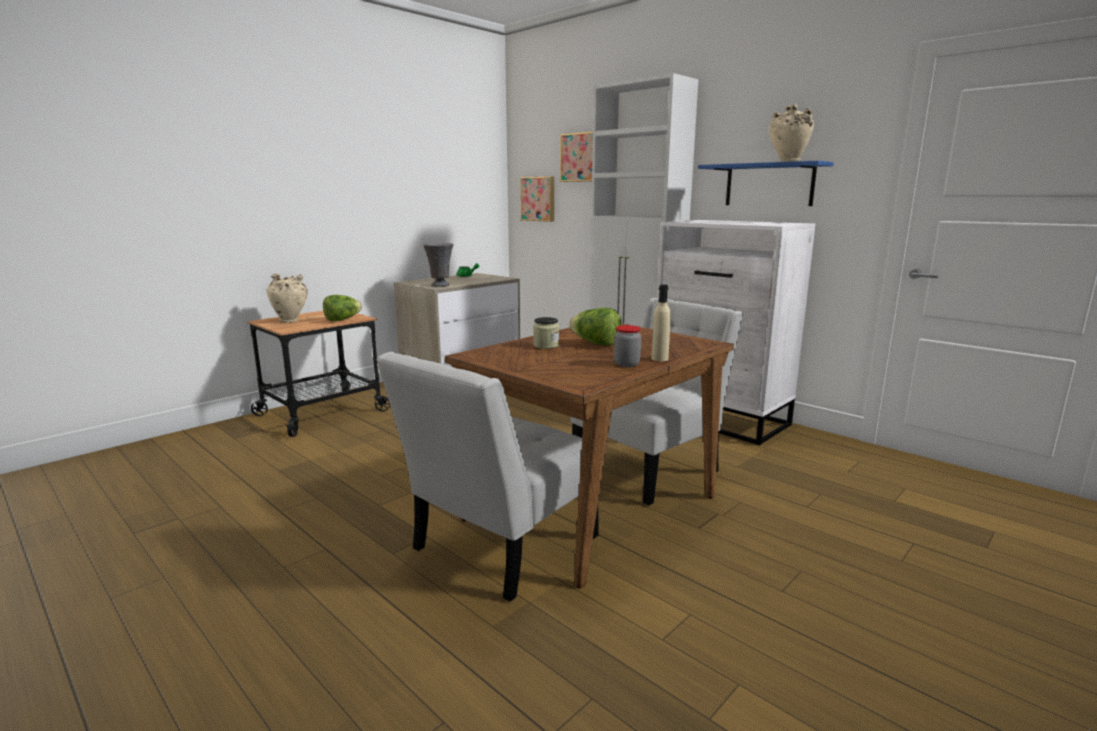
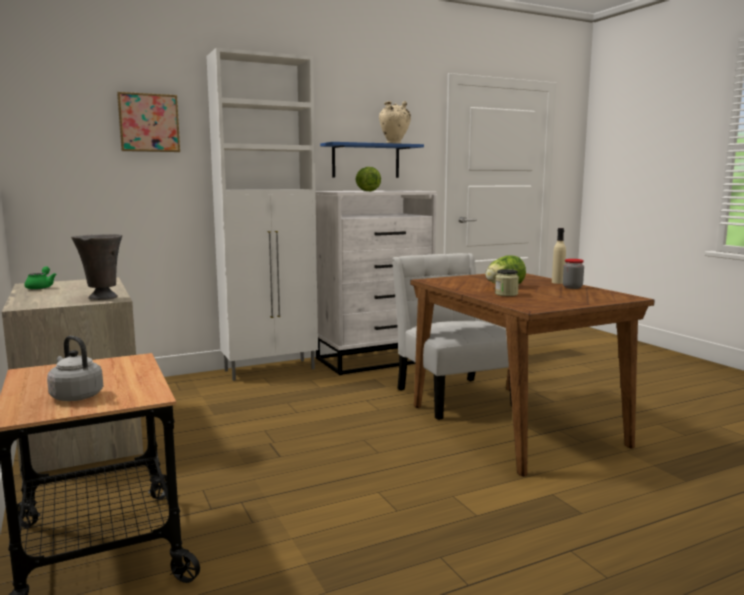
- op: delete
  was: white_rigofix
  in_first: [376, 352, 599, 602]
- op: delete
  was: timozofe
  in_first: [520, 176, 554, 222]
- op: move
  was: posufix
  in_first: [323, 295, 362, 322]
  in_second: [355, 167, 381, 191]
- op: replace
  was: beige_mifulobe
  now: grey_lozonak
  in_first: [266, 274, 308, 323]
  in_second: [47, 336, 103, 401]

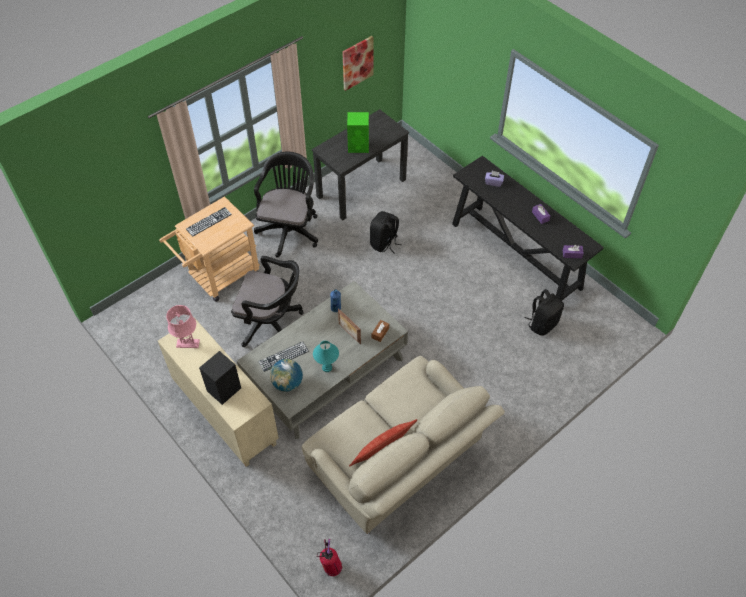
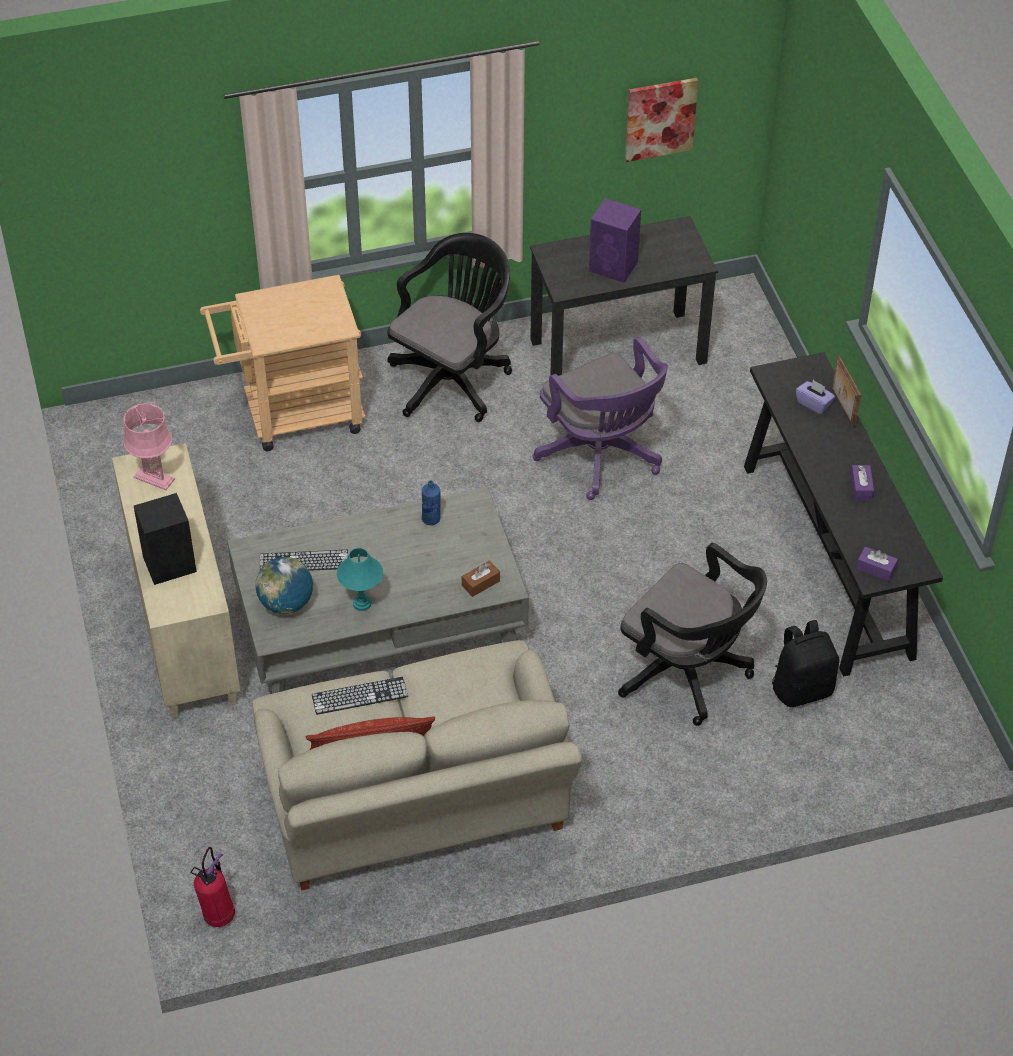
- op: move
  was: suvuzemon
  in_first: [186, 207, 232, 237]
  in_second: [312, 677, 408, 715]
- op: move
  was: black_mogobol
  in_first: [231, 256, 304, 347]
  in_second: [618, 543, 767, 726]
- op: move
  was: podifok
  in_first: [338, 308, 361, 344]
  in_second: [832, 354, 861, 428]
- op: replace
  was: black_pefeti
  now: purple_mogobol
  in_first: [370, 211, 402, 254]
  in_second: [532, 337, 668, 500]
- op: recolor
  was: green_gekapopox
  now: purple_gekapopox
  in_first: [347, 112, 369, 153]
  in_second: [589, 198, 641, 283]

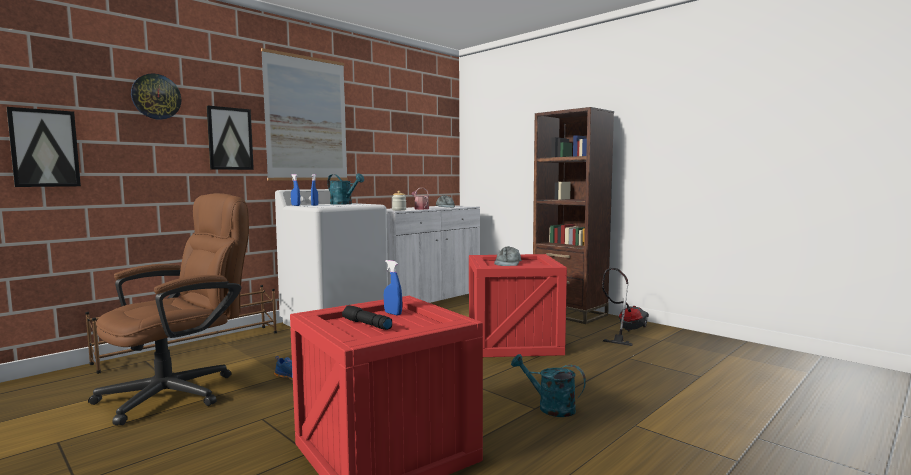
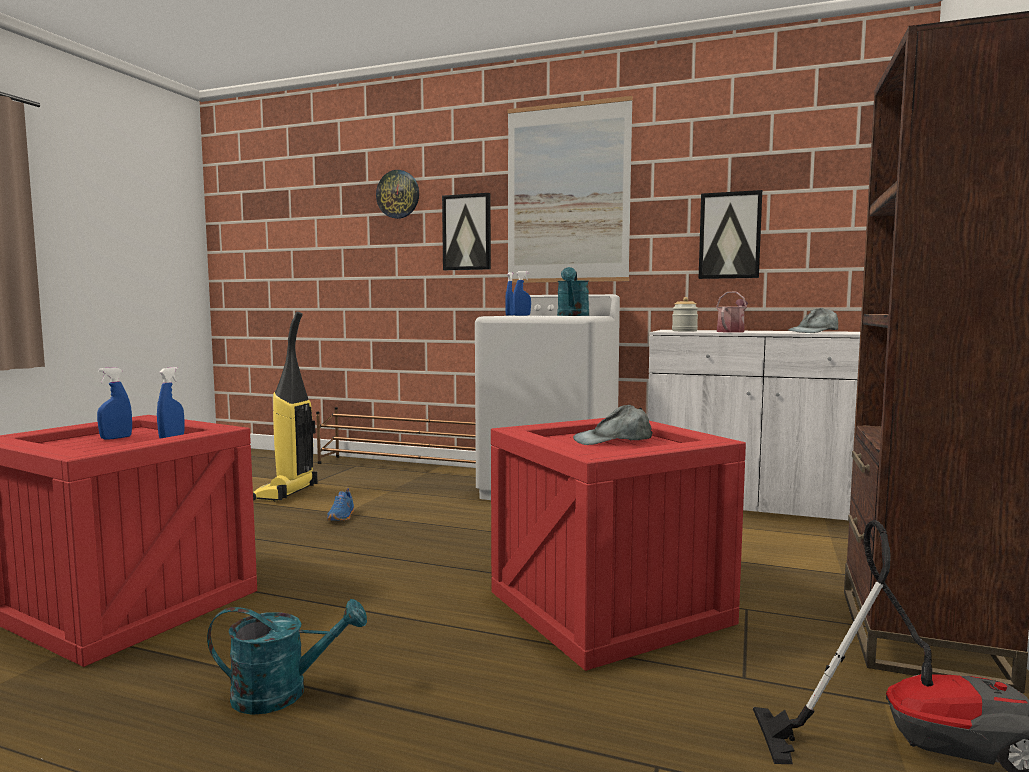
- op: move
  was: timozofe
  in_first: [6, 107, 81, 187]
  in_second: [698, 190, 762, 279]
- op: replace
  was: brown_mogobol
  now: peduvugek
  in_first: [88, 193, 249, 425]
  in_second: [253, 312, 318, 502]
- op: replace
  was: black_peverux
  now: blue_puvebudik
  in_first: [342, 305, 392, 330]
  in_second: [97, 367, 132, 440]
- op: rotate
  was: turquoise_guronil
  in_first: [511, 354, 586, 417]
  in_second: [207, 599, 367, 715]
  clockwise: 75

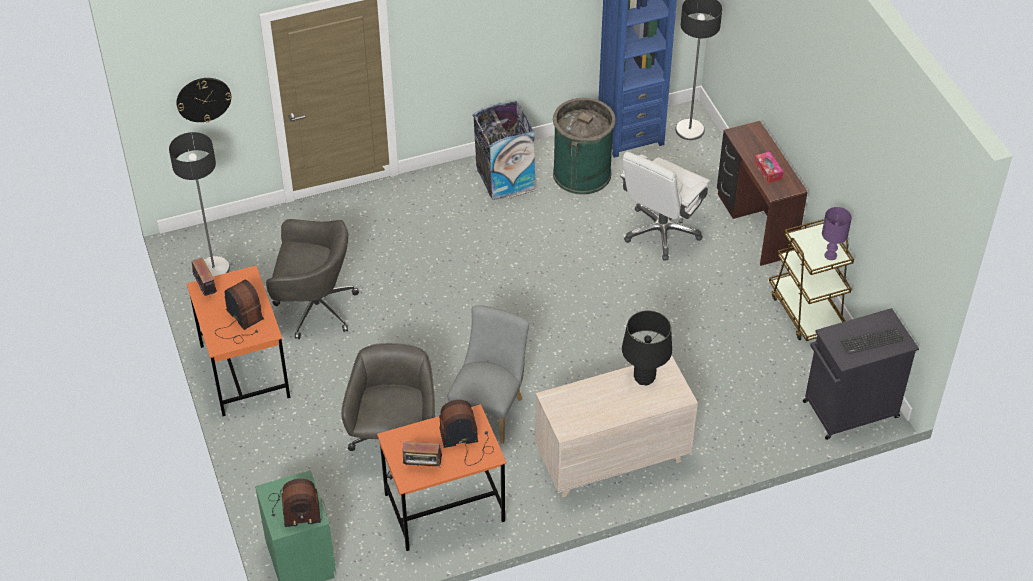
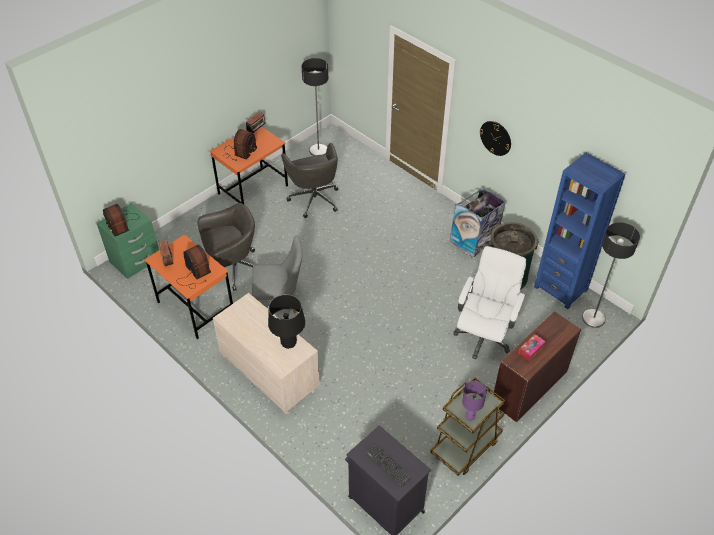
- op: move
  was: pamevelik
  in_first: [176, 78, 231, 122]
  in_second: [479, 121, 511, 156]
- op: rotate
  was: white_mogobol
  in_first: [620, 152, 711, 260]
  in_second: [453, 246, 526, 359]
  clockwise: 105

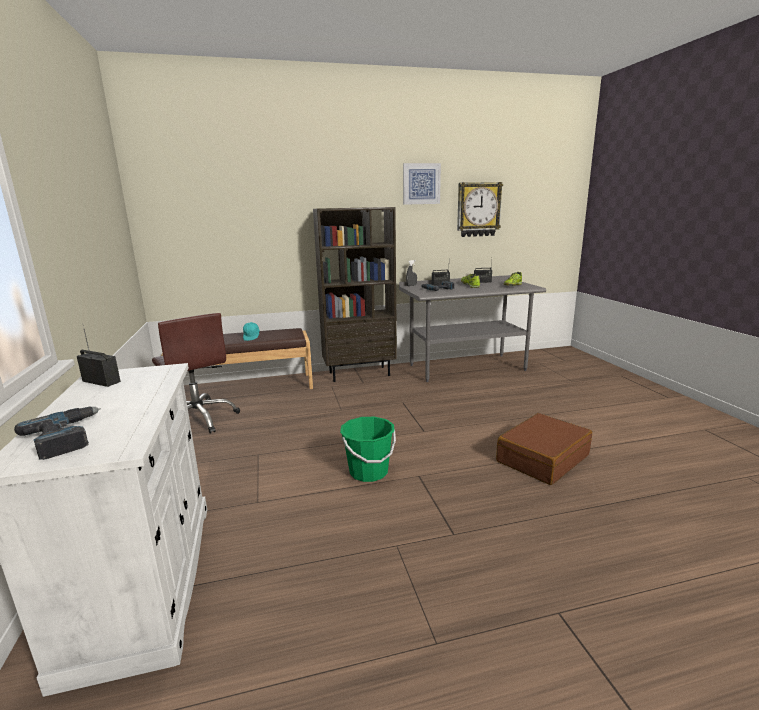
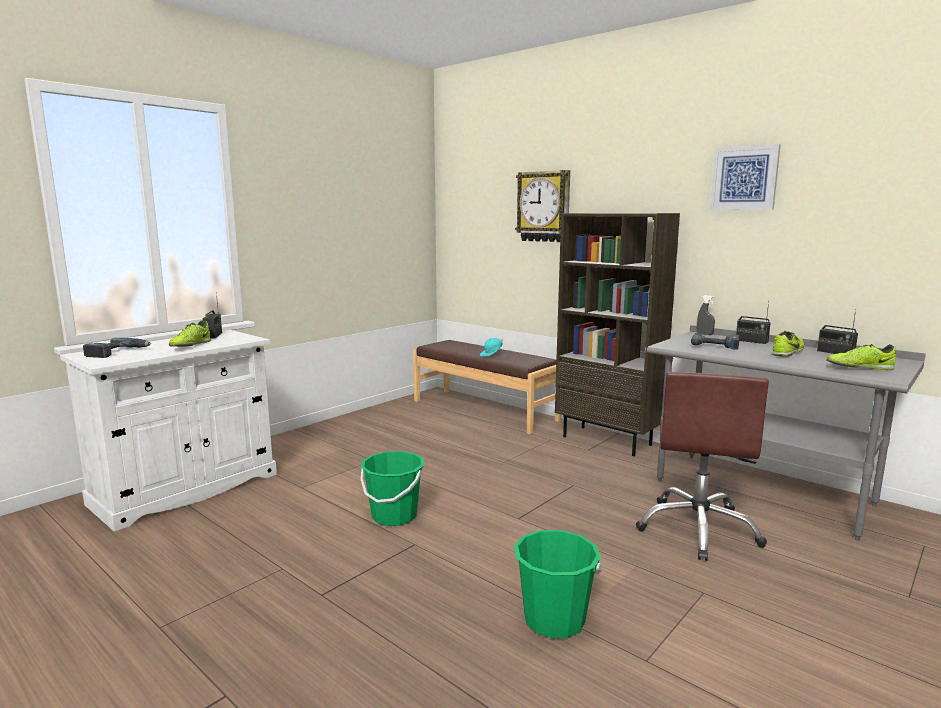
- op: insert
  now: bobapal
  in_second: [169, 321, 211, 347]
- op: move
  was: brown_mogobol
  in_first: [152, 313, 240, 434]
  in_second: [636, 372, 769, 561]
- op: move
  was: pamevelik
  in_first: [457, 182, 503, 237]
  in_second: [515, 170, 570, 242]
- op: replace
  was: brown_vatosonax
  now: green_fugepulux
  in_first: [496, 413, 592, 485]
  in_second: [514, 530, 602, 638]

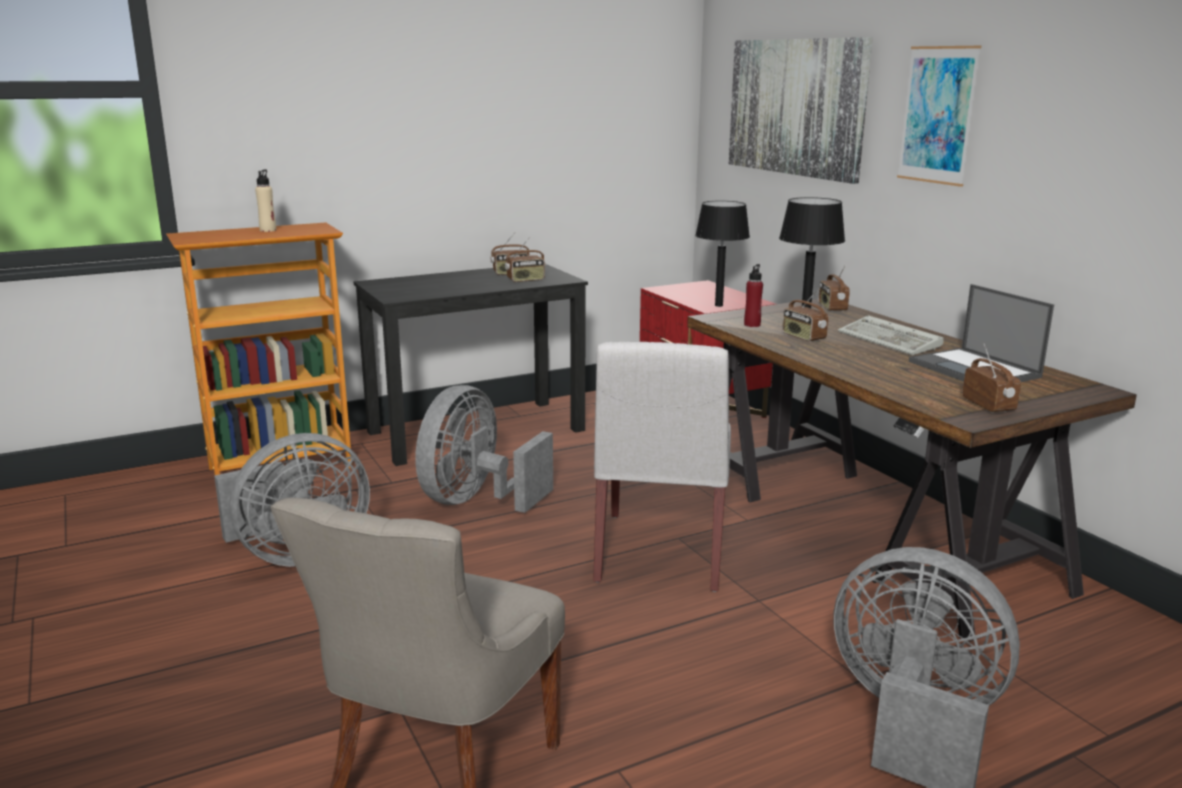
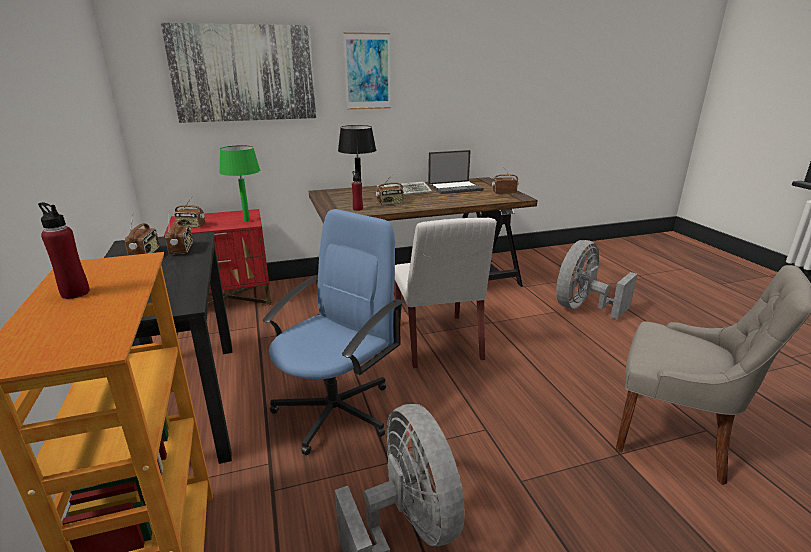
- op: move
  was: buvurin
  in_first: [818, 265, 850, 311]
  in_second: [174, 197, 205, 228]
- op: replace
  was: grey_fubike
  now: blue_mogobol
  in_first: [415, 385, 553, 513]
  in_second: [263, 209, 403, 455]
- op: recolor
  was: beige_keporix
  now: red_keporix
  in_first: [255, 169, 276, 232]
  in_second: [38, 202, 90, 299]
- op: recolor
  was: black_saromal
  now: green_saromal
  in_first: [695, 201, 750, 307]
  in_second: [219, 145, 260, 222]
- op: rotate
  was: white_rigofix
  in_first: [593, 342, 731, 592]
  in_second: [395, 218, 496, 369]
  clockwise: 60

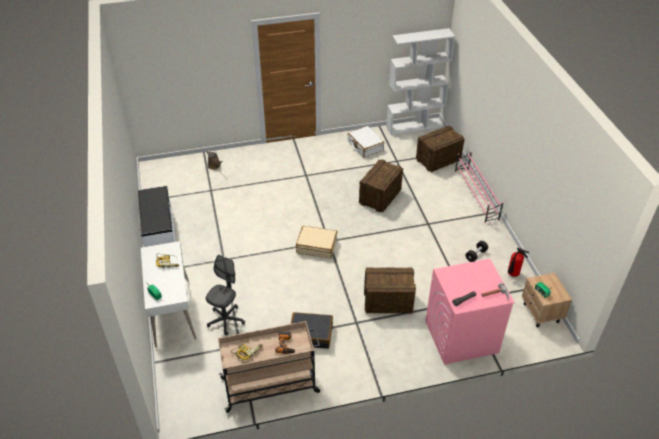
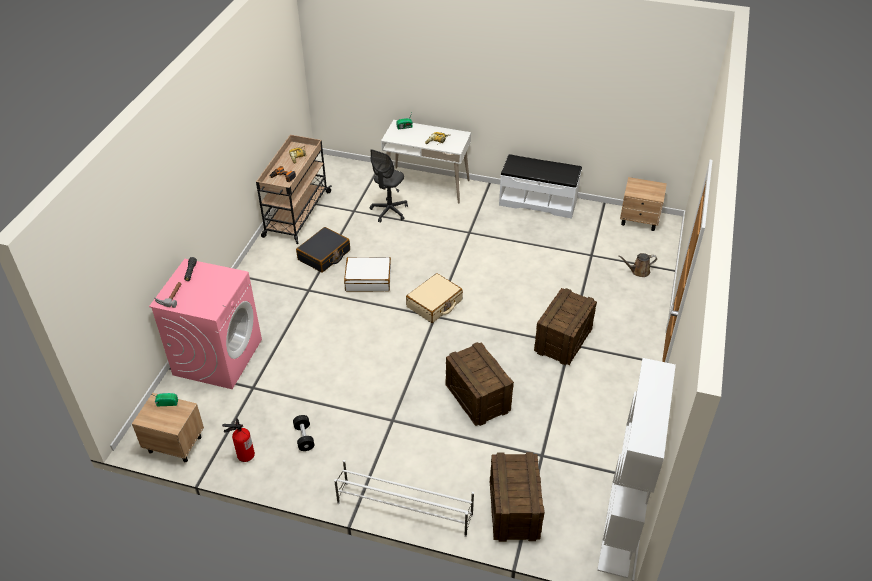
- op: insert
  now: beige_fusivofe
  in_second: [620, 177, 667, 231]
- op: move
  was: white_vatosonax
  in_first: [348, 126, 384, 158]
  in_second: [344, 257, 391, 291]
- op: move
  was: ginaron
  in_first: [364, 267, 416, 313]
  in_second: [534, 288, 597, 365]
- op: recolor
  was: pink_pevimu
  now: white_pevimu
  in_first: [455, 152, 504, 223]
  in_second: [334, 460, 474, 537]
- op: rotate
  was: grey_mogobol
  in_first: [206, 255, 245, 335]
  in_second: [370, 149, 408, 223]
  clockwise: 60

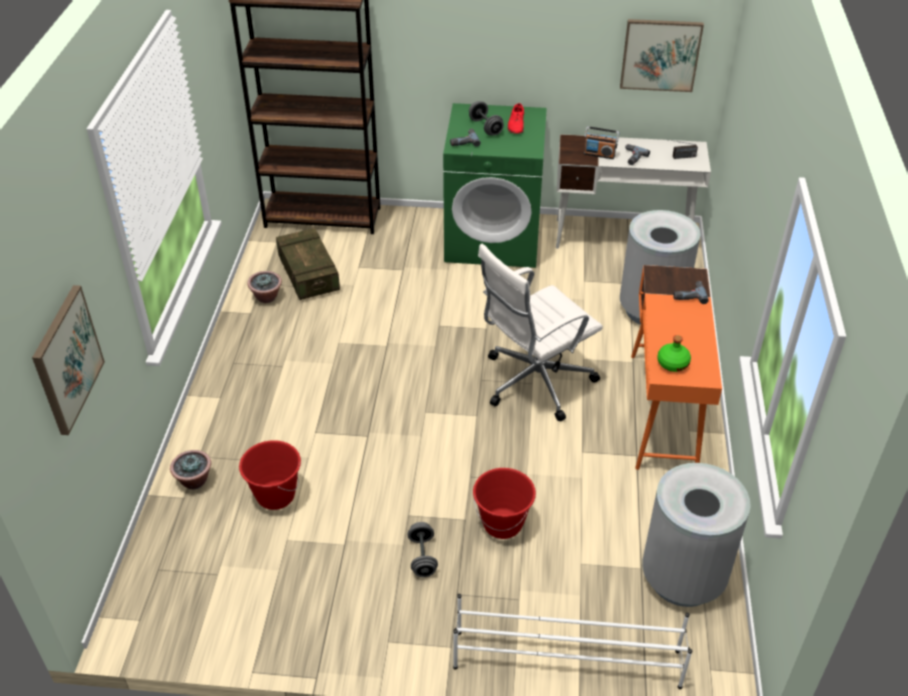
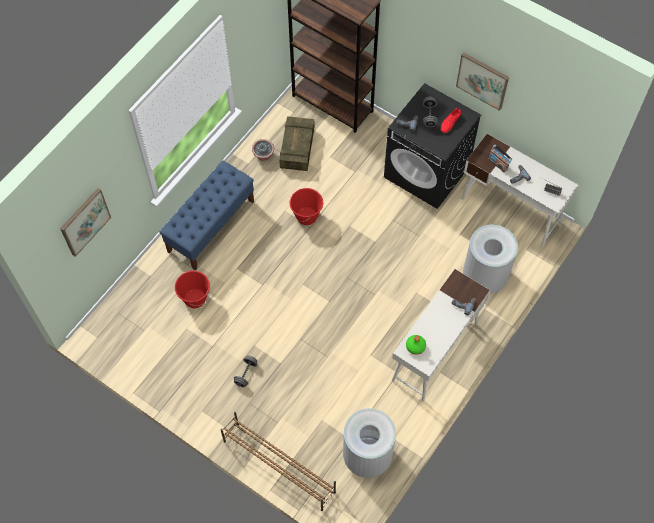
- op: delete
  was: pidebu
  in_first: [170, 450, 211, 489]
- op: delete
  was: white_mogobol
  in_first: [478, 243, 603, 422]
- op: insert
  now: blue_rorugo
  in_second: [159, 161, 254, 271]
- op: move
  was: red_fugepulux
  in_first: [473, 468, 536, 539]
  in_second: [290, 188, 323, 225]
- op: move
  was: timozofe
  in_first: [620, 19, 704, 92]
  in_second: [456, 52, 509, 111]
- op: recolor
  was: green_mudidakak
  now: black_mudidakak
  in_first: [443, 103, 547, 268]
  in_second: [384, 83, 481, 209]
- op: recolor
  was: white_pevimu
  now: brown_pevimu
  in_first: [453, 594, 692, 689]
  in_second: [221, 412, 336, 511]
- op: recolor
  was: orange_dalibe
  now: white_dalibe
  in_first: [631, 265, 722, 470]
  in_second: [392, 269, 490, 402]

